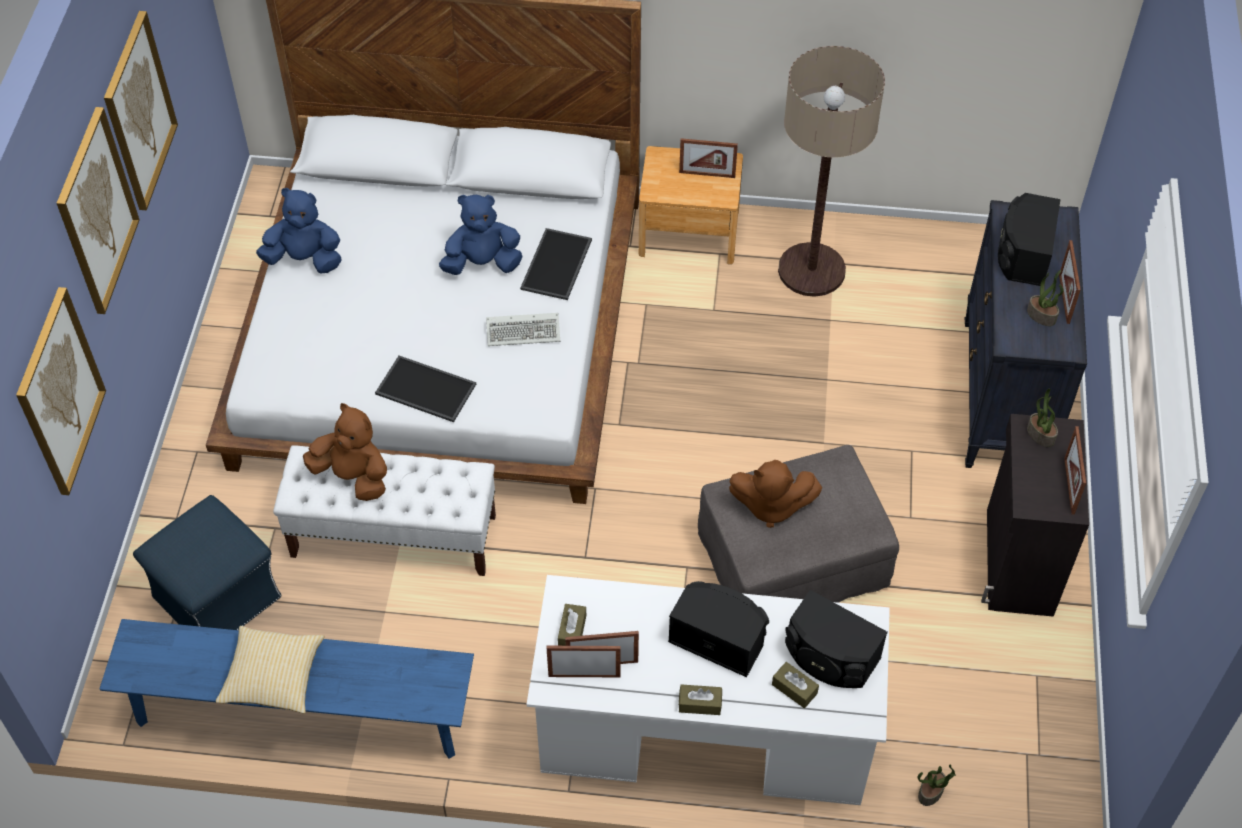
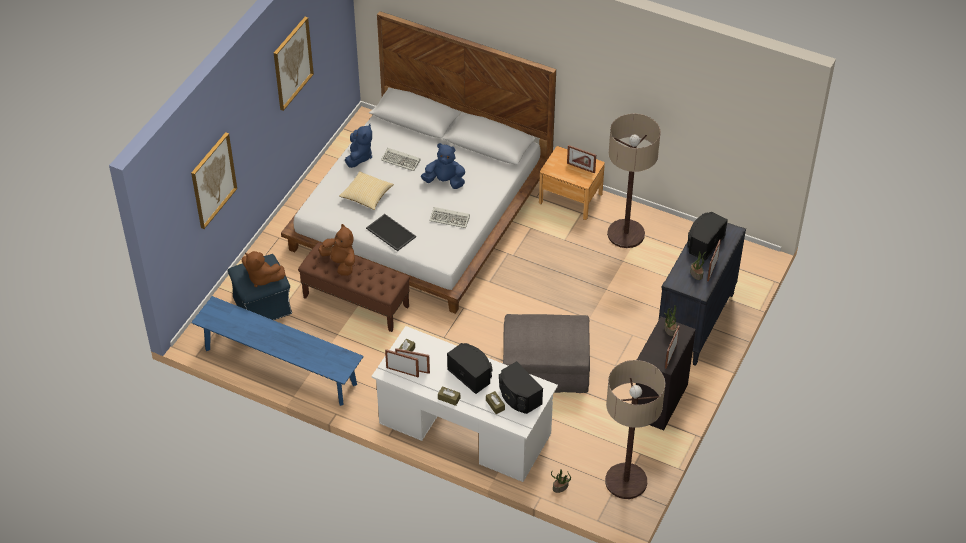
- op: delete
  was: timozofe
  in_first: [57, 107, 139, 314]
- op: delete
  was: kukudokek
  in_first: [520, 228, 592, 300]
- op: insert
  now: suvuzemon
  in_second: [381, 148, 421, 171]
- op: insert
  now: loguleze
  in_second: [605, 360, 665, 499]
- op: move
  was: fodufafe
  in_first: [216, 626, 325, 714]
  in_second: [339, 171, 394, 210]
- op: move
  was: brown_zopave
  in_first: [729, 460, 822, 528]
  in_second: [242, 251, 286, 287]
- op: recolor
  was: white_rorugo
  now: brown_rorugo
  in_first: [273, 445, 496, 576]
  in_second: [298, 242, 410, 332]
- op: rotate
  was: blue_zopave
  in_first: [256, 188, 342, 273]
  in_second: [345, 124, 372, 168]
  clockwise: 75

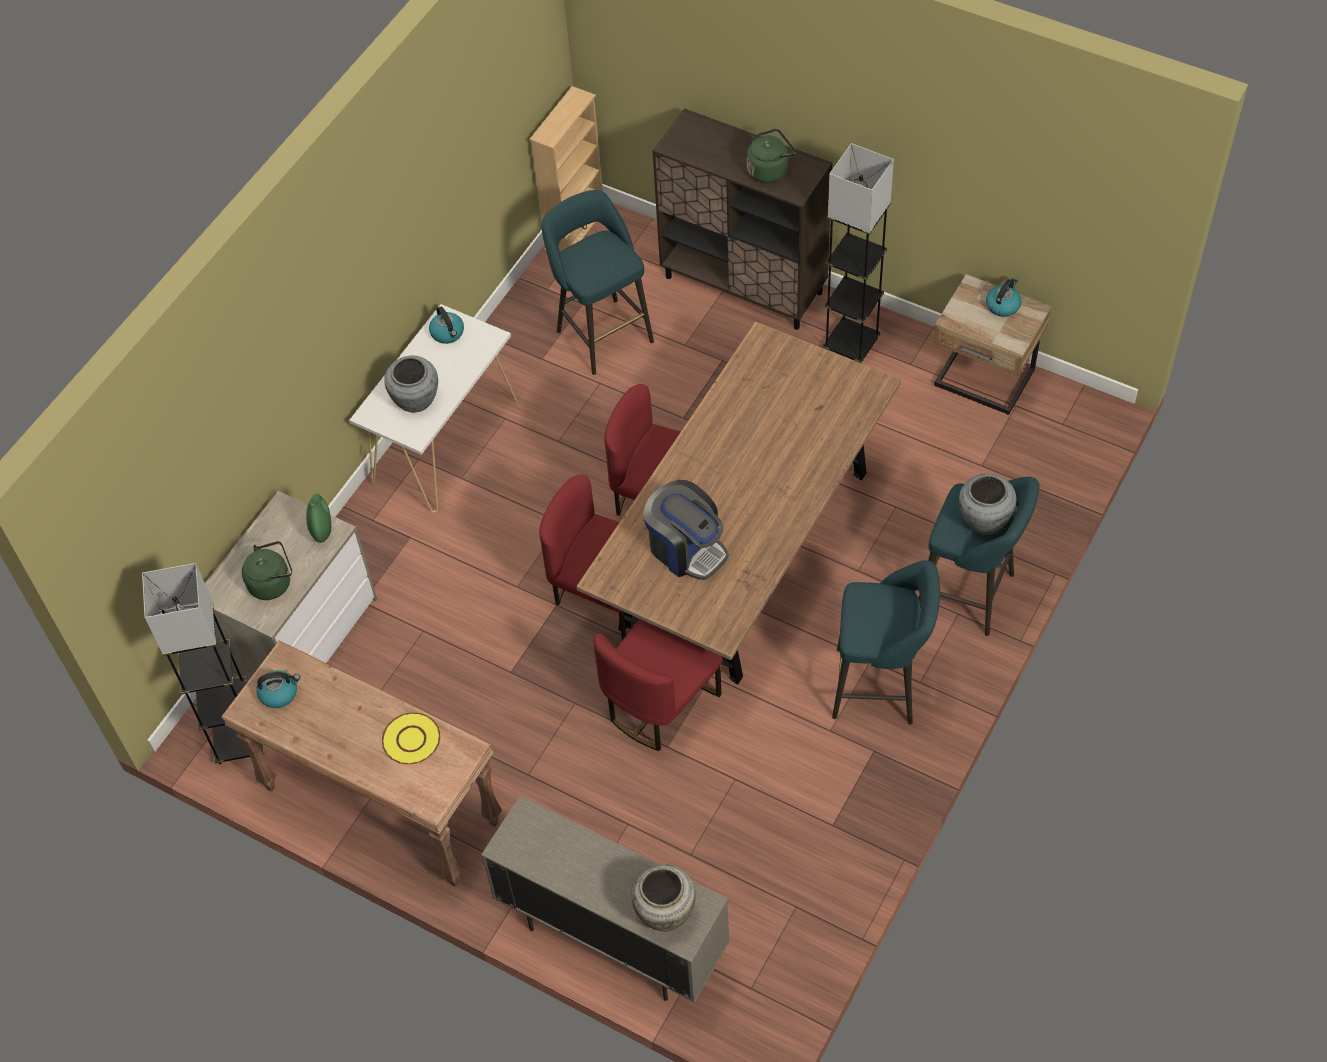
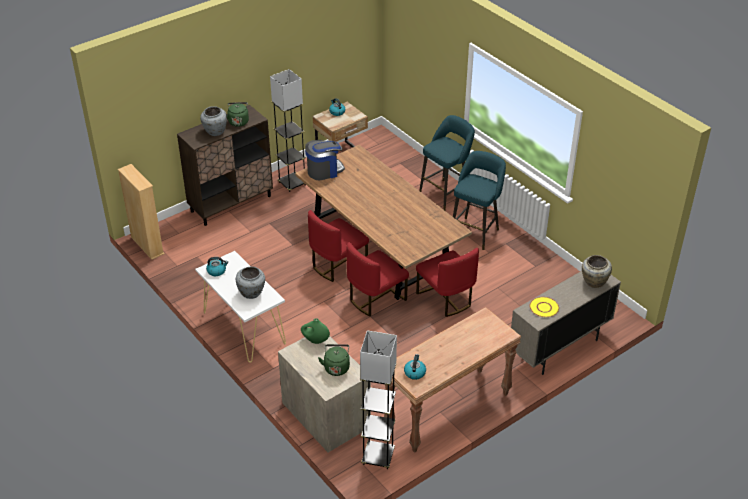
- op: delete
  was: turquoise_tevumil
  in_first: [541, 190, 654, 375]
- op: move
  was: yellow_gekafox
  in_first: [382, 712, 440, 765]
  in_second: [530, 297, 559, 317]
- op: move
  was: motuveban
  in_first: [643, 480, 729, 580]
  in_second: [305, 140, 345, 180]
- op: move
  was: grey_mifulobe
  in_first: [959, 474, 1016, 535]
  in_second: [200, 106, 227, 136]

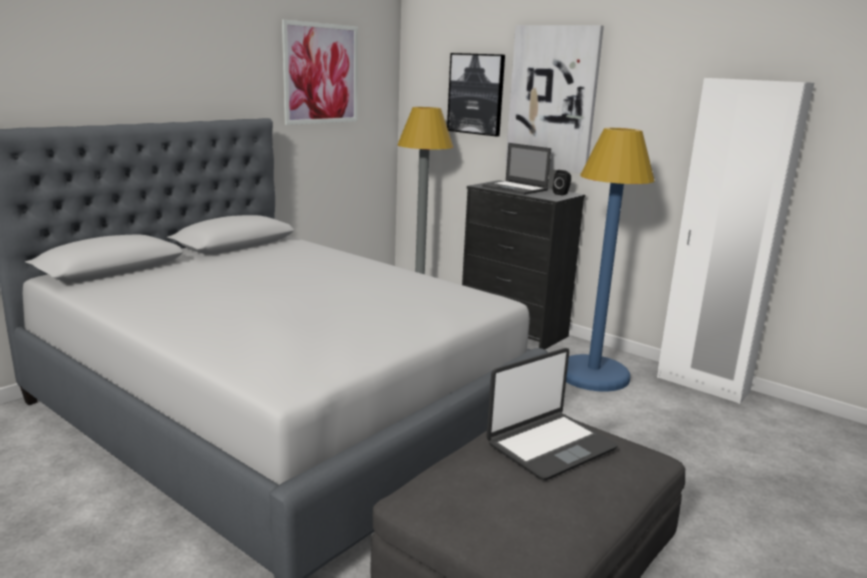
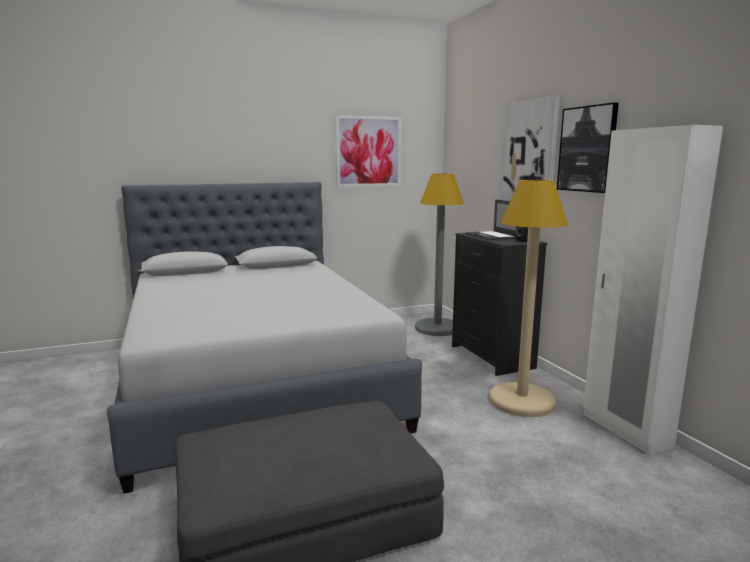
- op: delete
  was: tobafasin
  in_first: [486, 348, 618, 480]
- op: move
  was: timozofe
  in_first: [447, 53, 505, 137]
  in_second: [557, 102, 619, 193]
- op: recolor
  was: blue_loguleze
  now: beige_loguleze
  in_first: [566, 128, 655, 392]
  in_second: [489, 180, 568, 417]

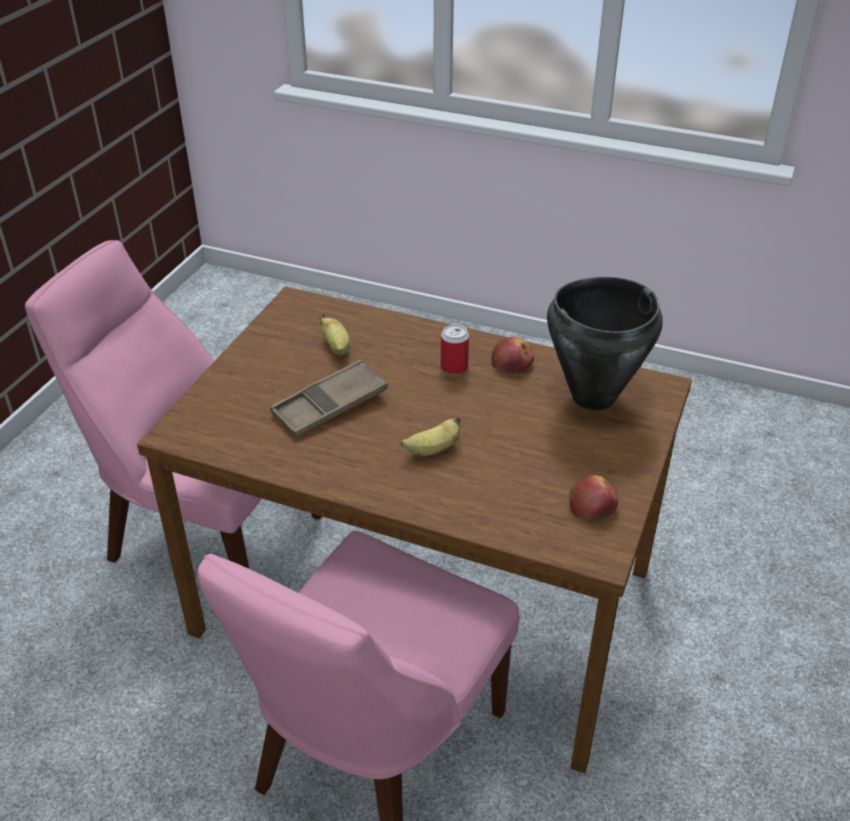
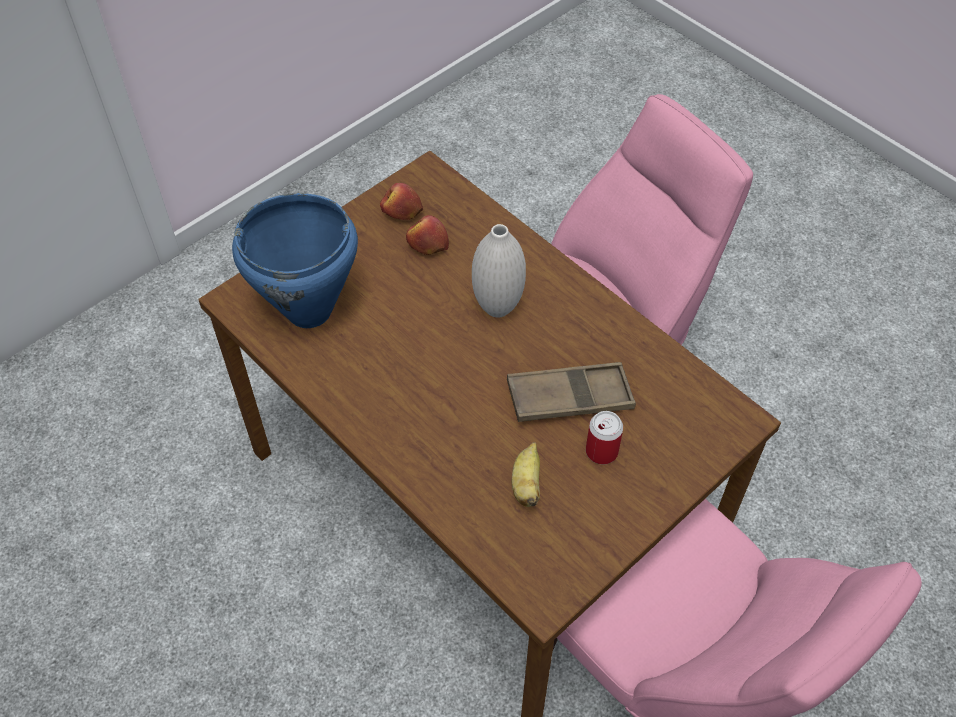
- op: move
  was: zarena
  in_first: [441, 324, 469, 375]
  in_second: [586, 411, 623, 464]
- op: move
  was: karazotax
  in_first: [491, 337, 534, 374]
  in_second: [406, 215, 449, 255]
- op: replace
  was: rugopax
  now: white_mifulobe
  in_first: [401, 416, 461, 456]
  in_second: [472, 224, 526, 318]
- op: recolor
  was: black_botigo
  now: blue_botigo
  in_first: [547, 277, 663, 411]
  in_second: [232, 193, 358, 328]

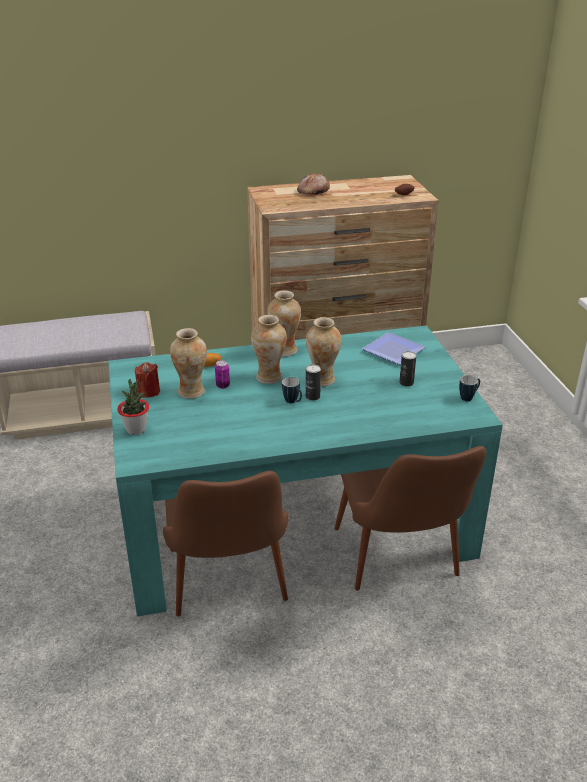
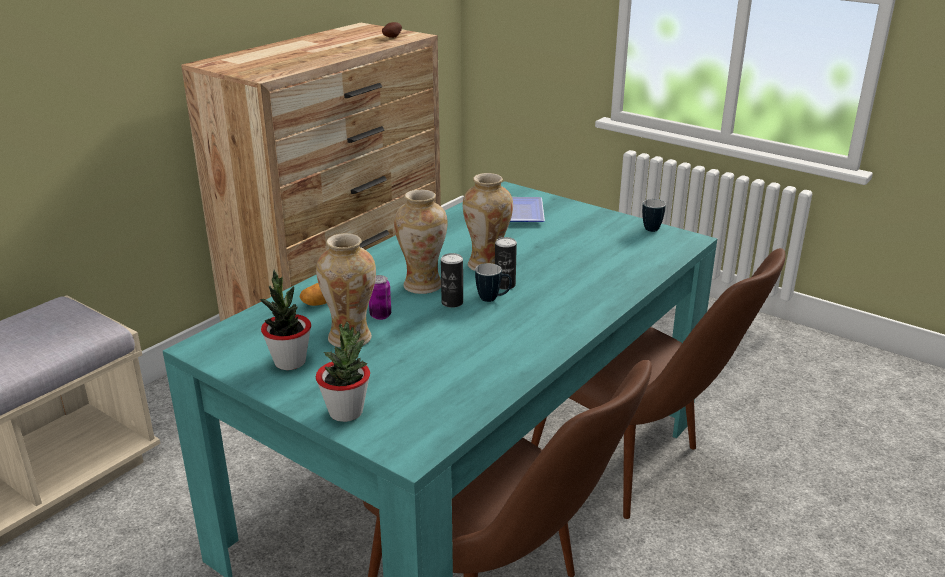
- op: delete
  was: mifulobe
  in_first: [267, 290, 301, 356]
- op: delete
  was: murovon
  in_first: [297, 173, 330, 195]
- op: move
  was: zarena
  in_first: [399, 351, 416, 386]
  in_second: [441, 253, 463, 308]
- op: replace
  was: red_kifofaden
  now: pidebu
  in_first: [135, 362, 160, 398]
  in_second: [259, 270, 311, 370]

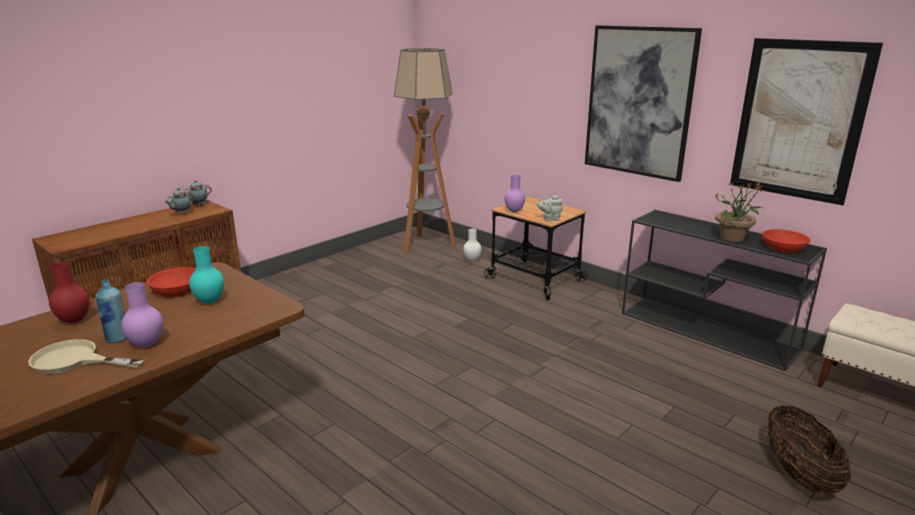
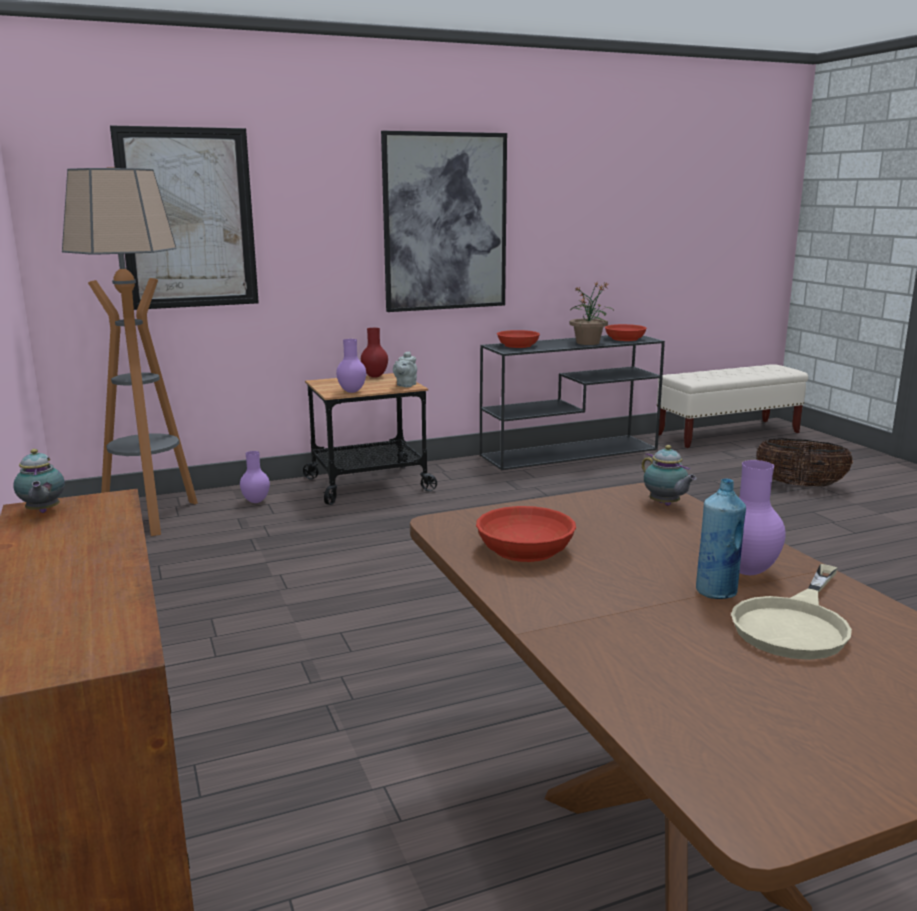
- op: delete
  was: turquoise_mifulobe
  in_first: [189, 246, 224, 304]
- op: insert
  now: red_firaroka
  in_second: [497, 330, 540, 348]
- op: move
  was: red_mifulobe
  in_first: [49, 262, 90, 323]
  in_second: [361, 328, 388, 378]
- op: move
  was: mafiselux
  in_first: [164, 188, 195, 215]
  in_second: [642, 445, 697, 506]
- op: move
  was: timozofe
  in_first: [730, 38, 883, 205]
  in_second: [110, 125, 259, 310]
- op: recolor
  was: white_mifulobe
  now: purple_mifulobe
  in_first: [463, 229, 481, 261]
  in_second: [240, 451, 270, 503]

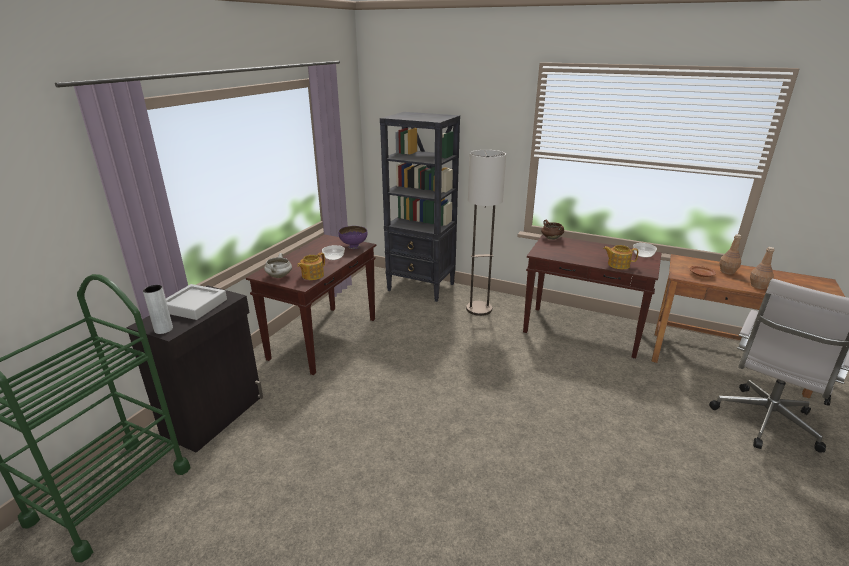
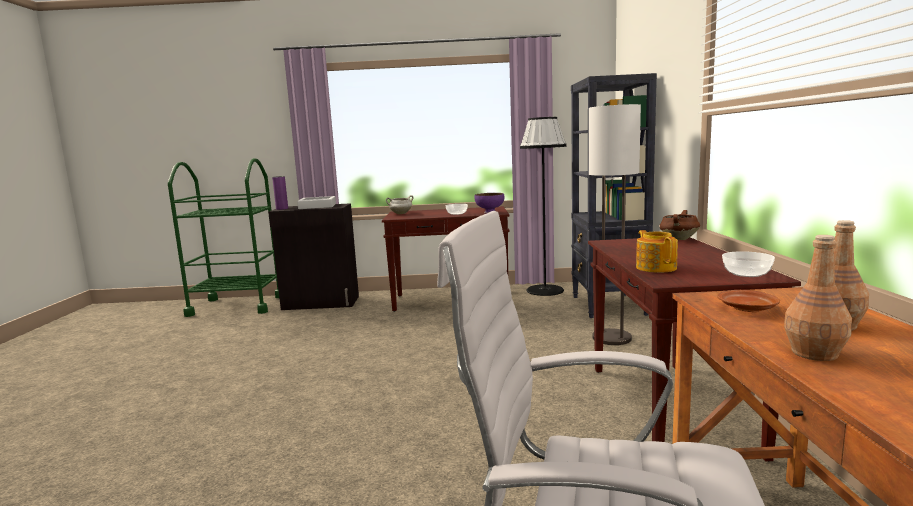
- op: delete
  was: mafiselux
  in_first: [297, 253, 325, 280]
- op: insert
  now: black_loguleze
  in_second: [520, 117, 566, 296]
- op: recolor
  was: grey_mifulobe
  now: purple_mifulobe
  in_first: [143, 285, 173, 334]
  in_second: [272, 176, 288, 210]

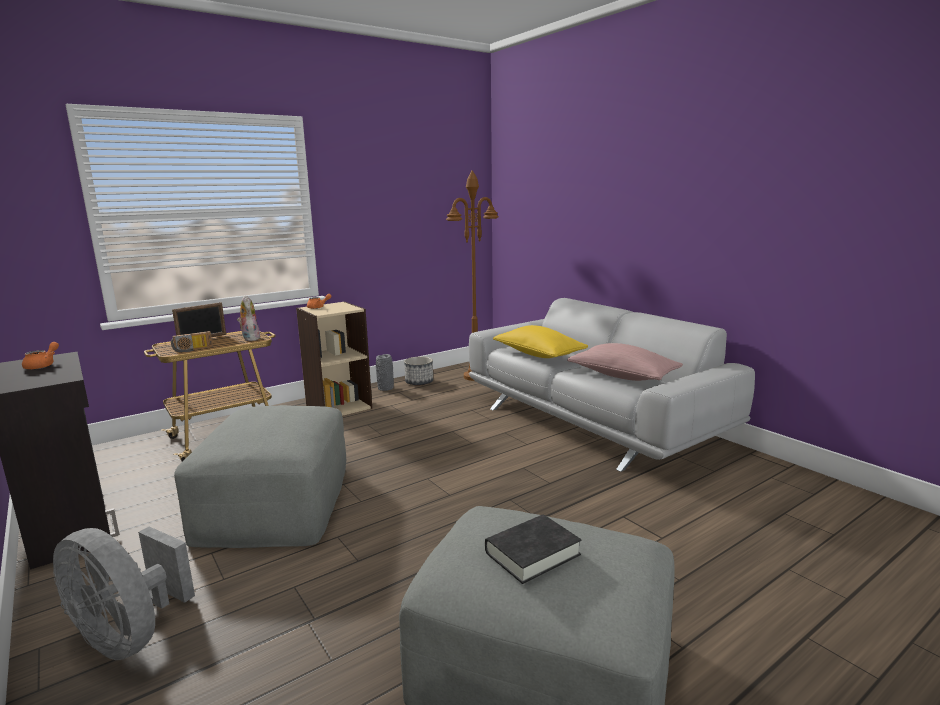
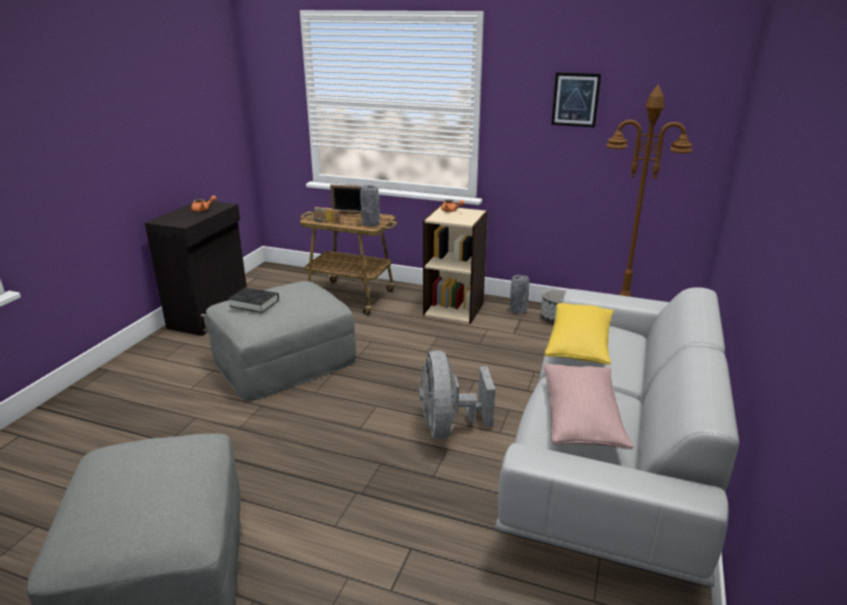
- op: insert
  now: timozofe
  in_second: [551, 72, 601, 127]
- op: move
  was: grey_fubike
  in_first: [53, 527, 195, 660]
  in_second: [419, 350, 495, 439]
- op: move
  was: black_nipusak
  in_first: [485, 514, 581, 584]
  in_second: [228, 287, 279, 313]
- op: replace
  was: zopave
  now: grey_mifulobe
  in_first: [237, 295, 260, 341]
  in_second: [360, 185, 380, 227]

